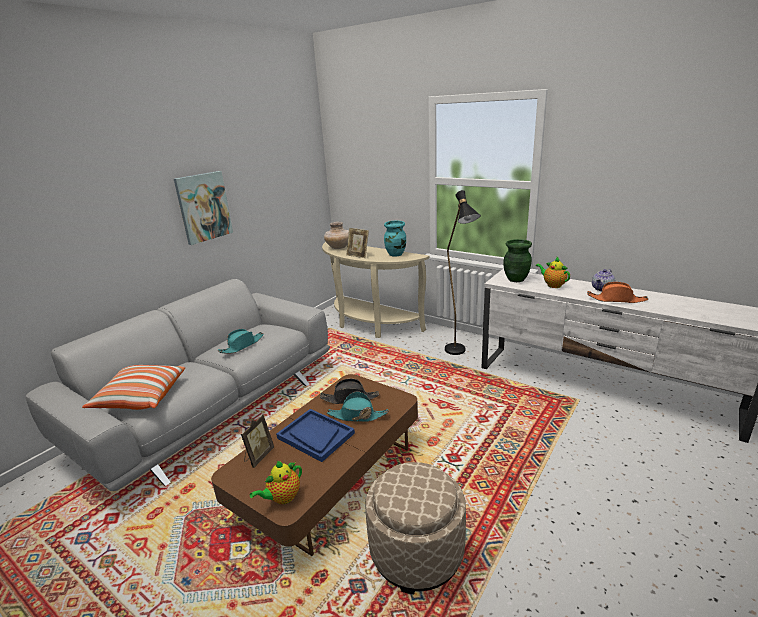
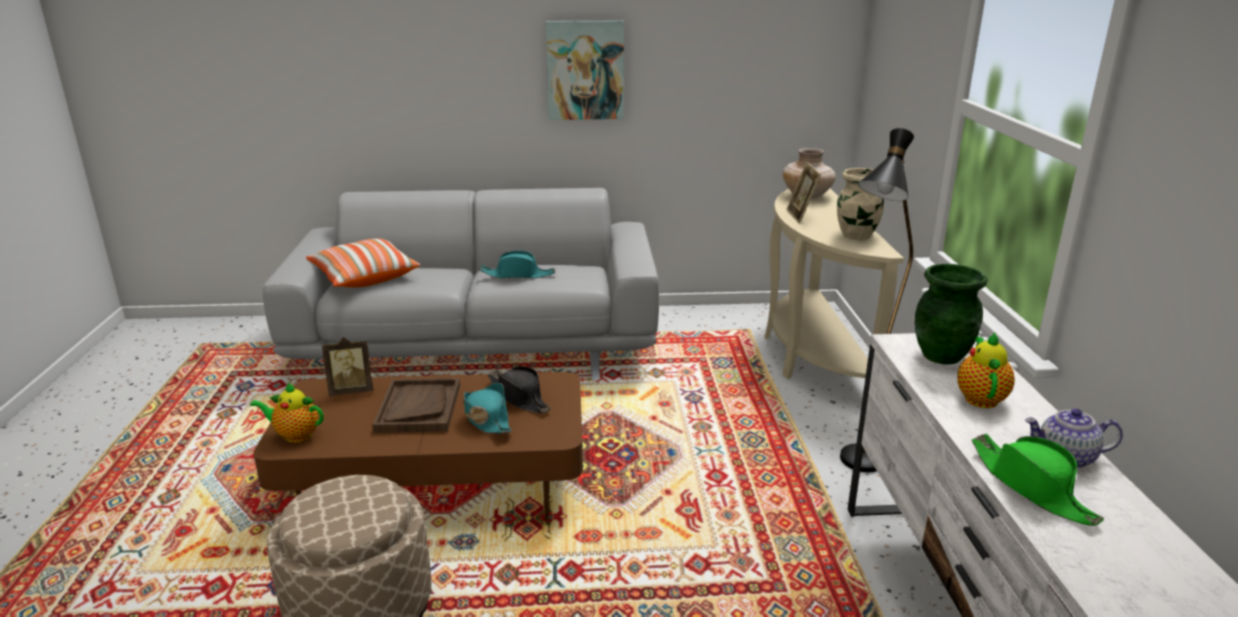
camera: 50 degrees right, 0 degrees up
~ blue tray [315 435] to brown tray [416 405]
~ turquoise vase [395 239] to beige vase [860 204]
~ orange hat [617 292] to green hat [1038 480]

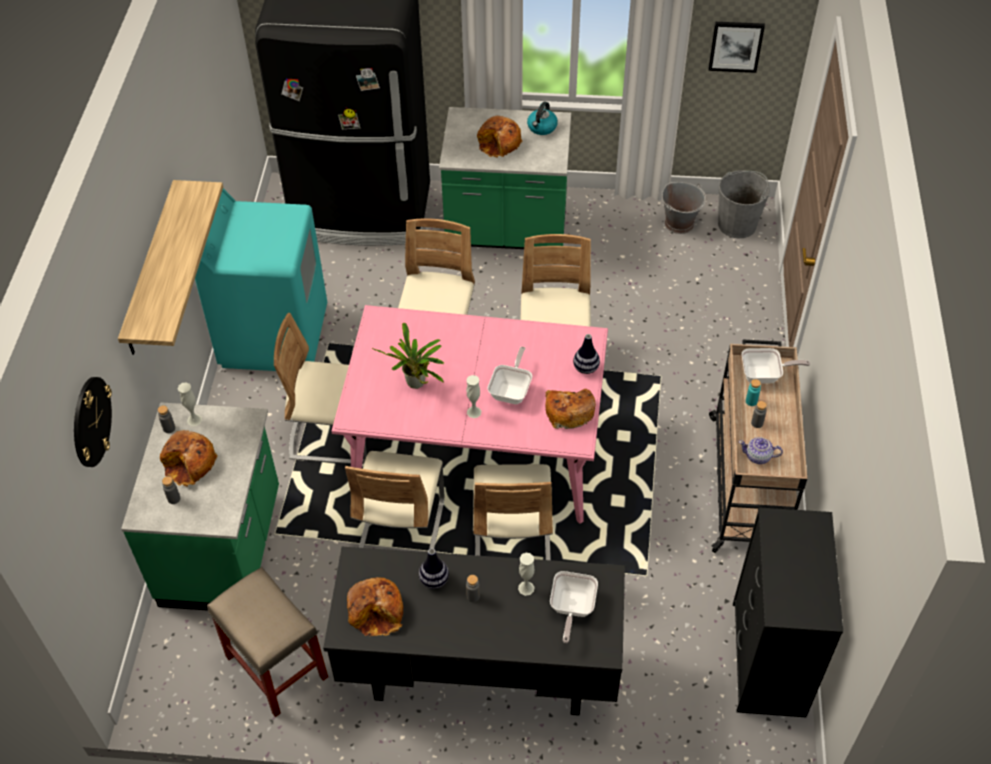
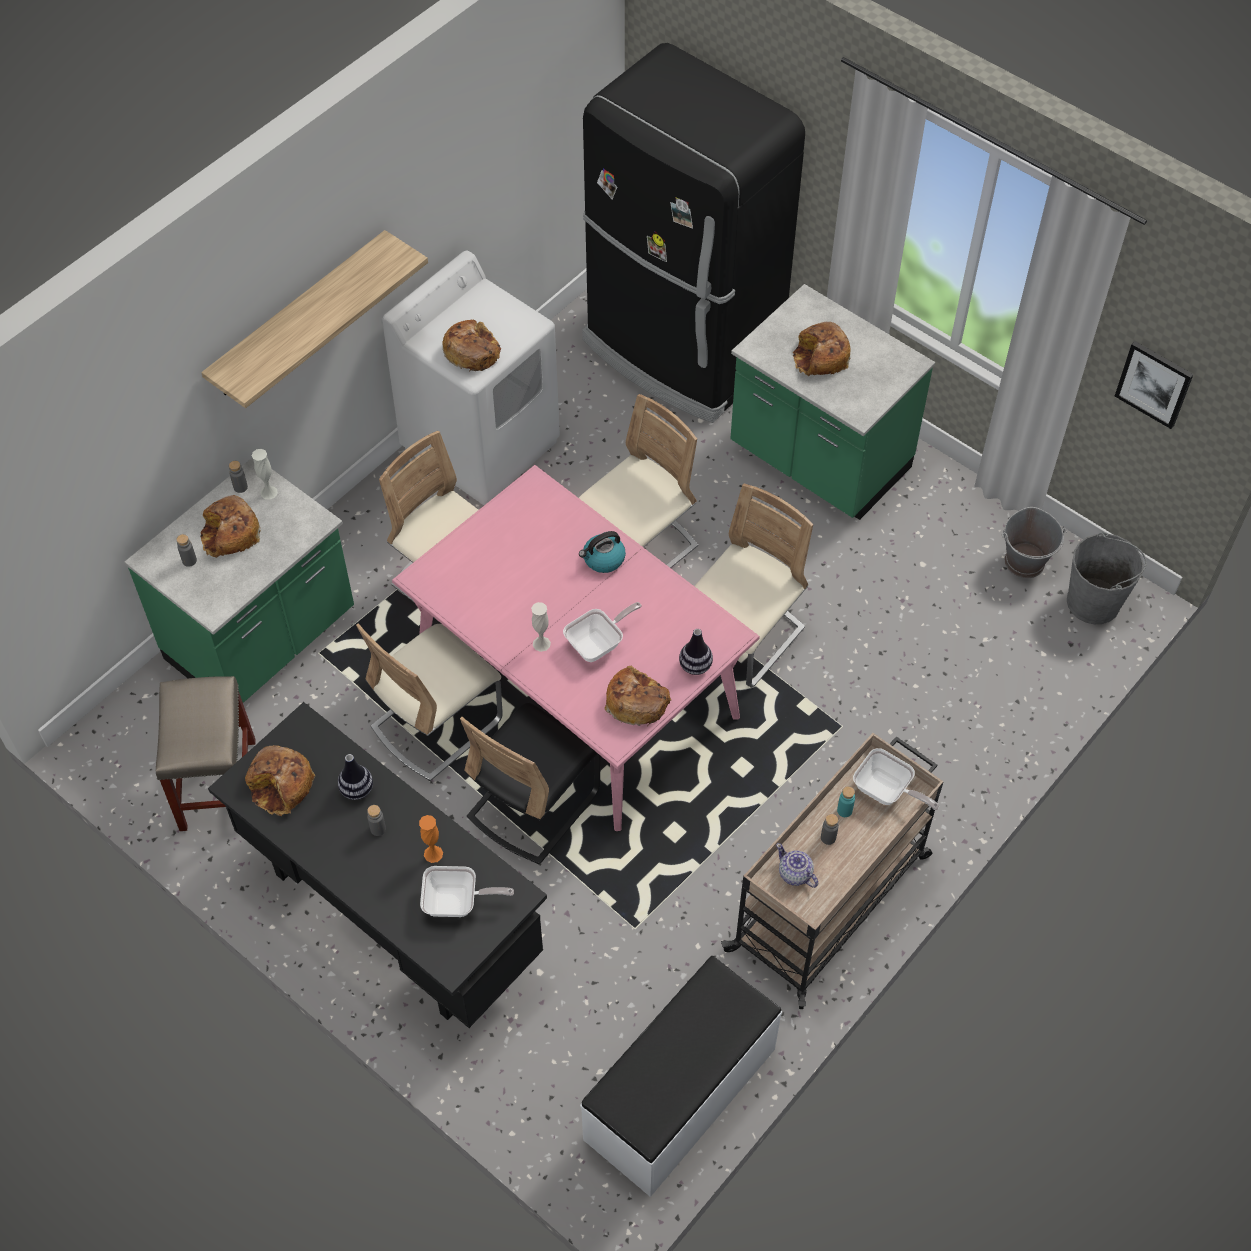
camera: 35 degrees right, 5 degrees up
- wall clock [93 422]
~ turquoise washing machine [261 279] to white washing machine [471 377]
- potted plant [408 356]
~ beige chair [513 512] to black chair [530 783]
~ white vase [526 574] to orange vase [431 839]
~ kettle [542 118] to [602 552]
~ frying pan [574 607] = [467 891] 135 degrees counterclockwise
~ black dresser [788 612] to white bench [681 1076]
+ bread [471 346]

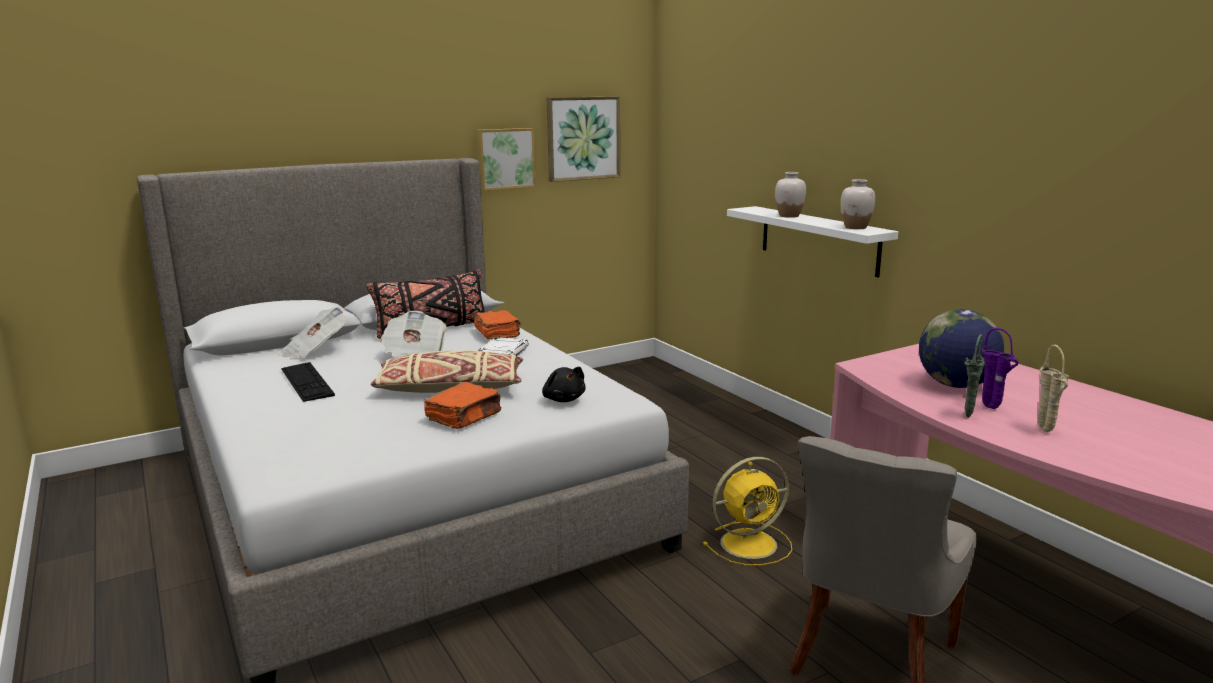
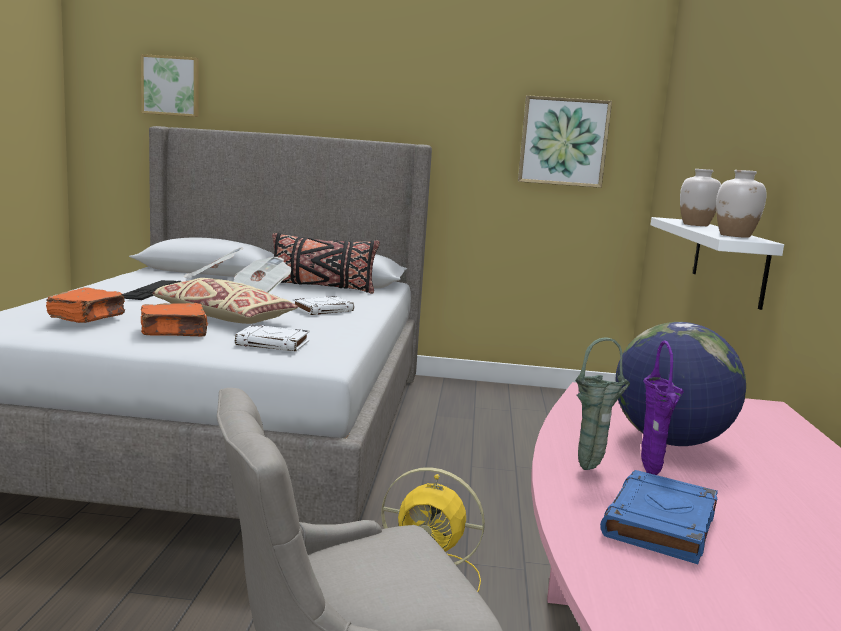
camera: 35 degrees right, 5 degrees down
~ orange book [497 325] to [85 305]
~ picture [506 159] to [170 85]
~ black plush toy [564 384] to white book [272 338]
~ beige vase [1054 388] to blue book [659 517]

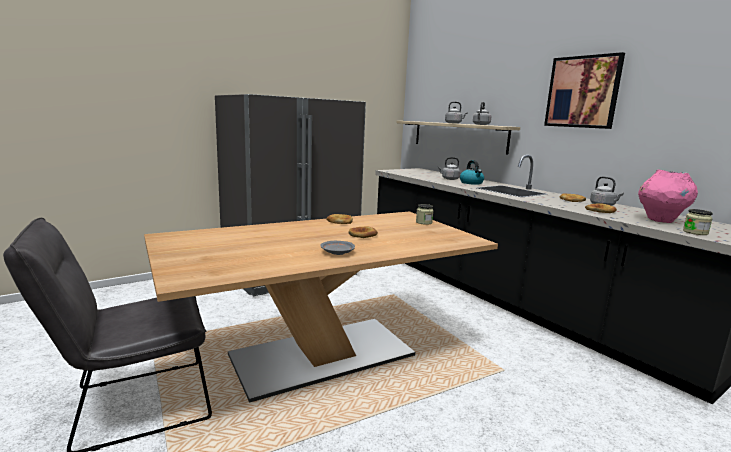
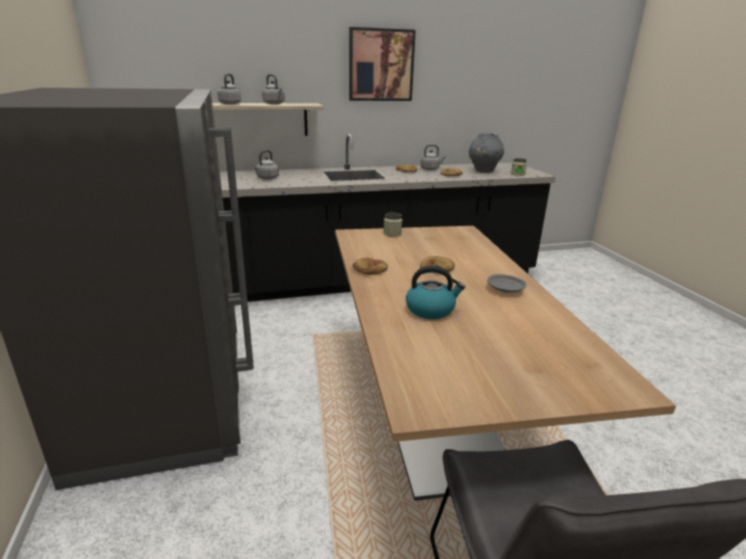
camera: 70 degrees left, 10 degrees up
~ kettle [472 172] to [435 292]
~ pink vase [668 196] to grey vase [486 153]

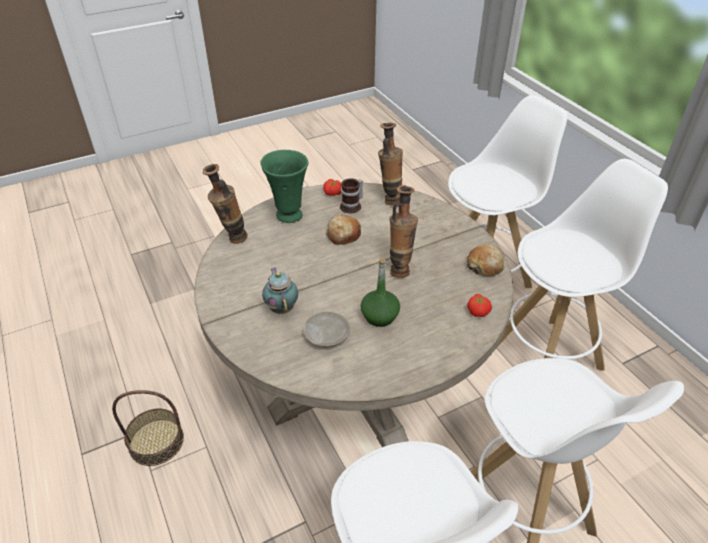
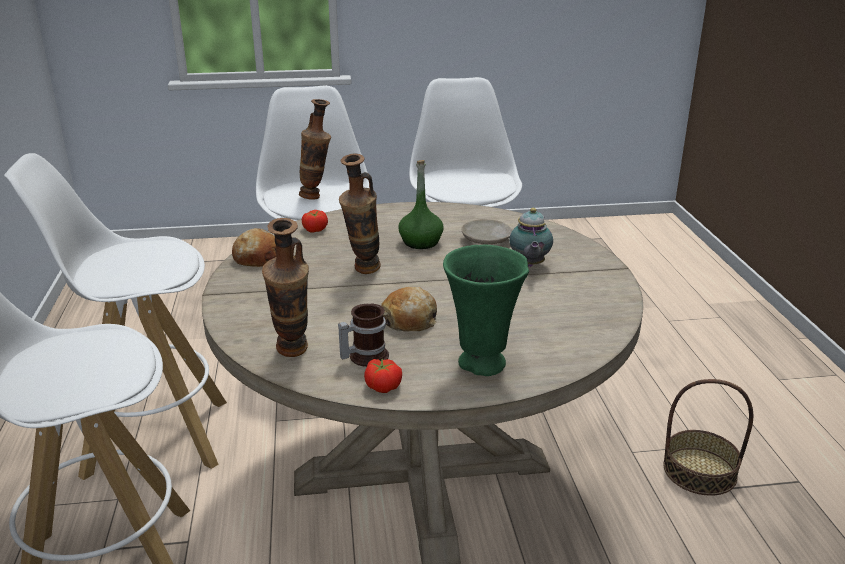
camera: 160 degrees left, 15 degrees down
~ vase [225 204] to [315 149]

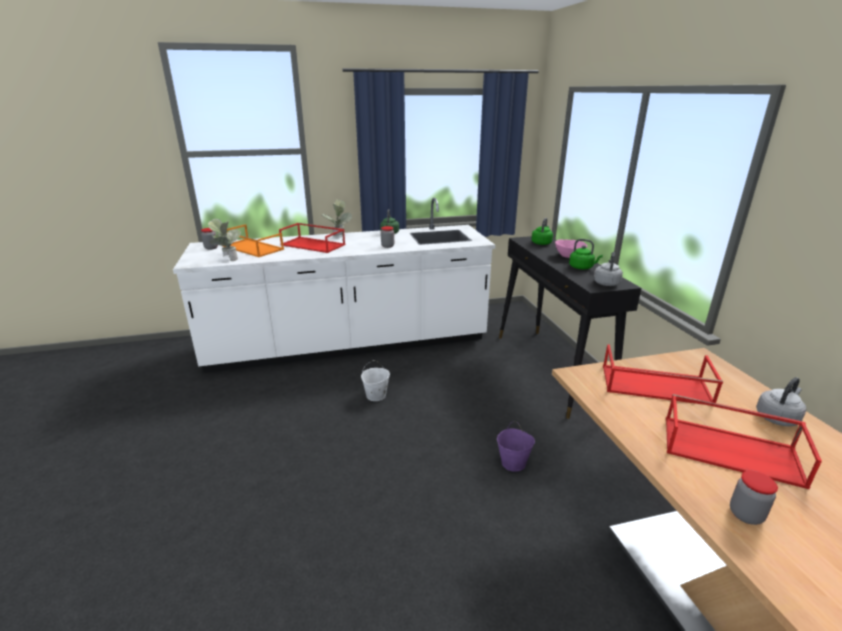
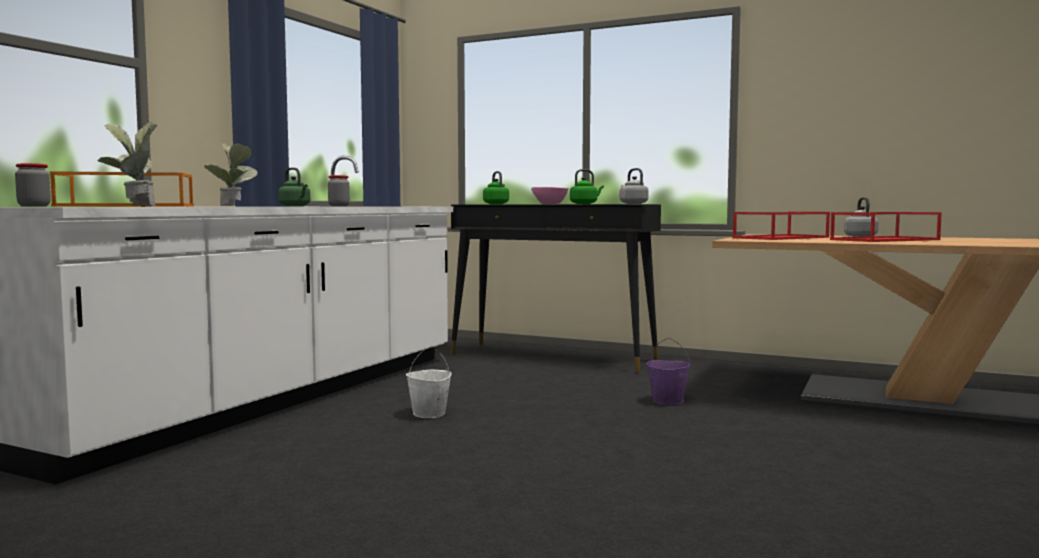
camera: 50 degrees left, 20 degrees down
- red tray [312 238]
- jar [754 497]

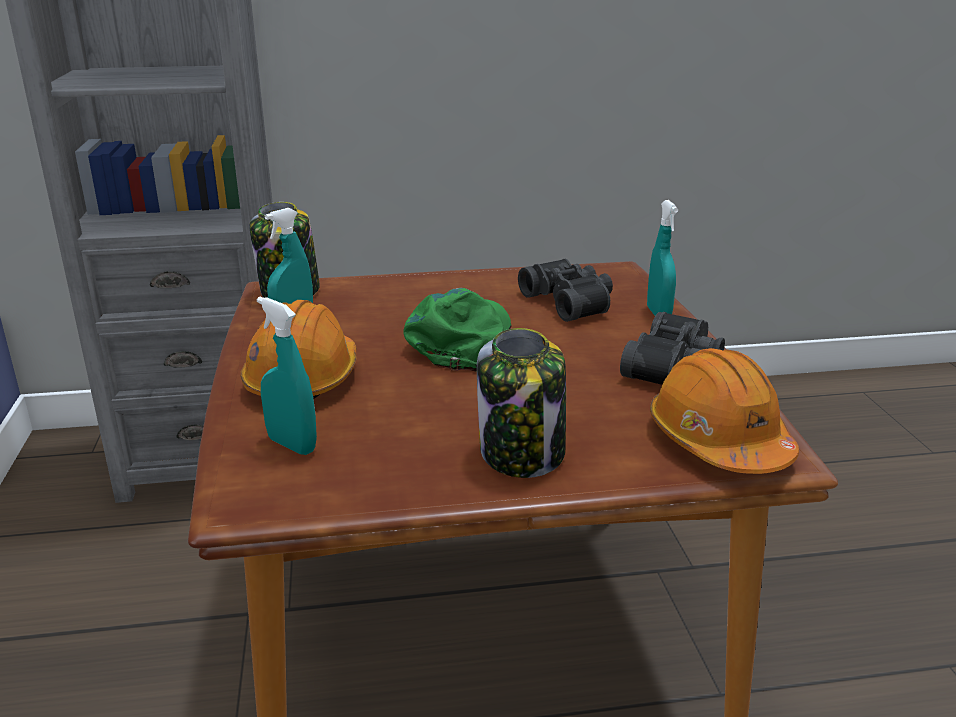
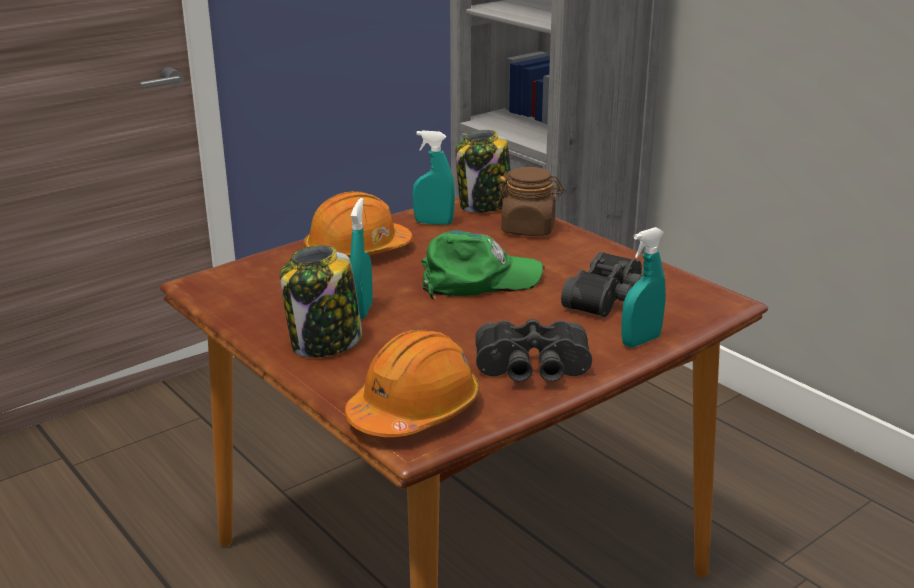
camera: 60 degrees right, 0 degrees up
~ turquoise spray bottle [287 376] to [361 258]
+ brown jar [530 201]

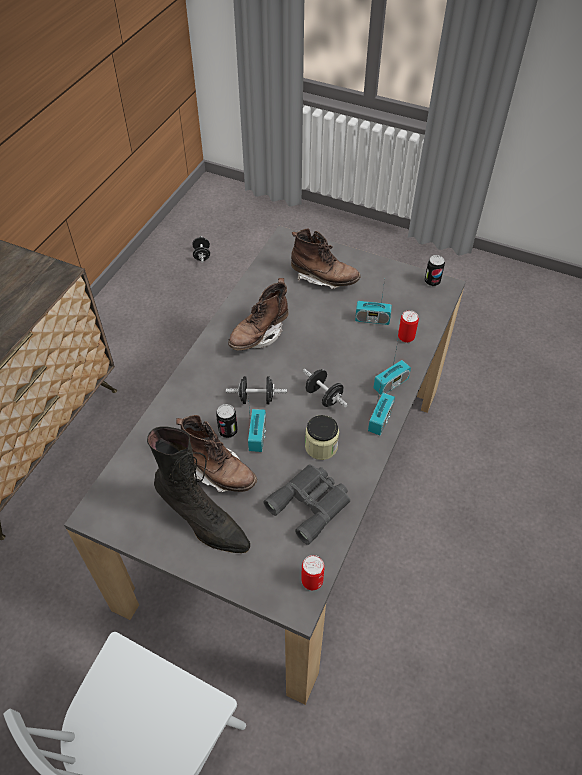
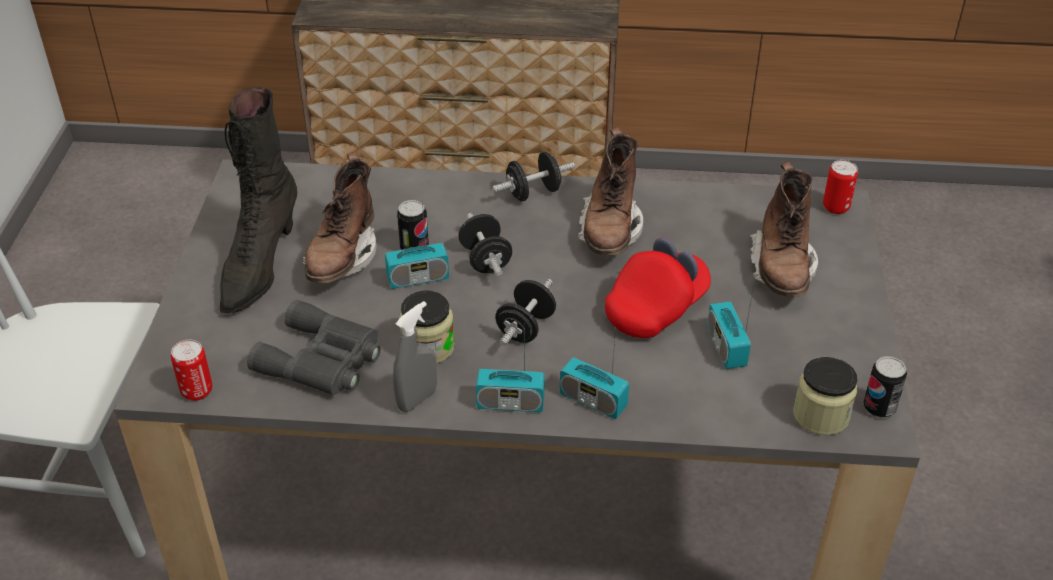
camera: 70 degrees right, 10 degrees down
~ black dumbbell [201 249] to [533 176]
~ brown boot [258 314] = [610 191] 105 degrees counterclockwise
~ can [408 326] to [840 187]
+ grey spray bottle [415 356]
+ red cap [658 288]
+ jar [825 396]

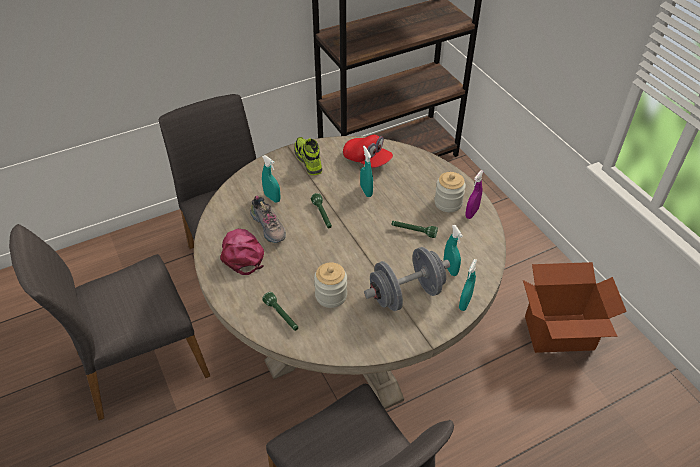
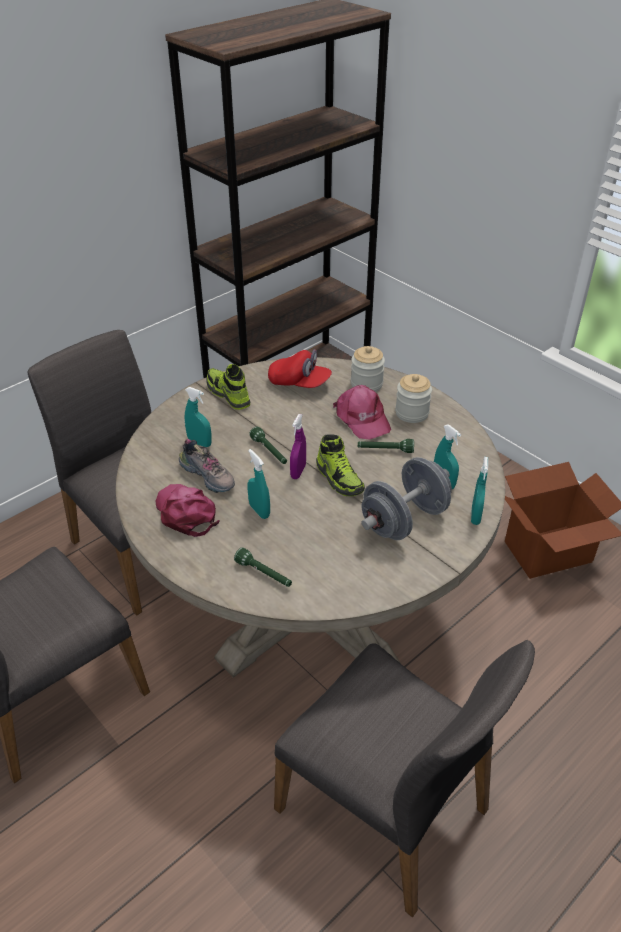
camera: 15 degrees left, 5 degrees down
~ jar [330 285] to [368 369]
~ turquoise spray bottle [366 171] to [258 484]
~ purple spray bottle [474 194] to [298 446]
+ shoe [340 465]
+ pink cap [362 412]

